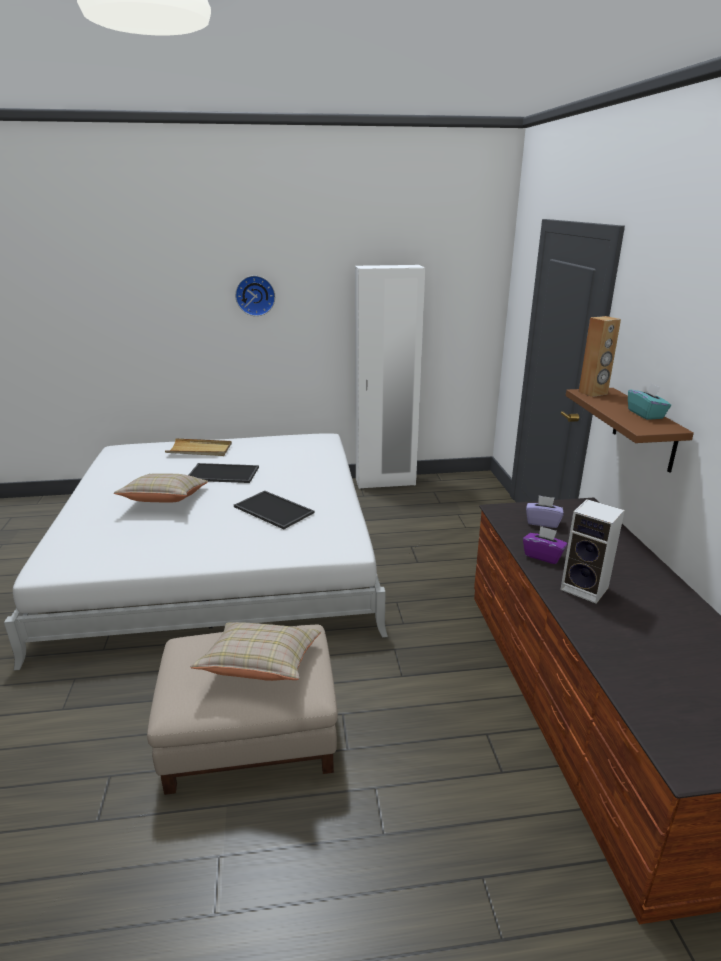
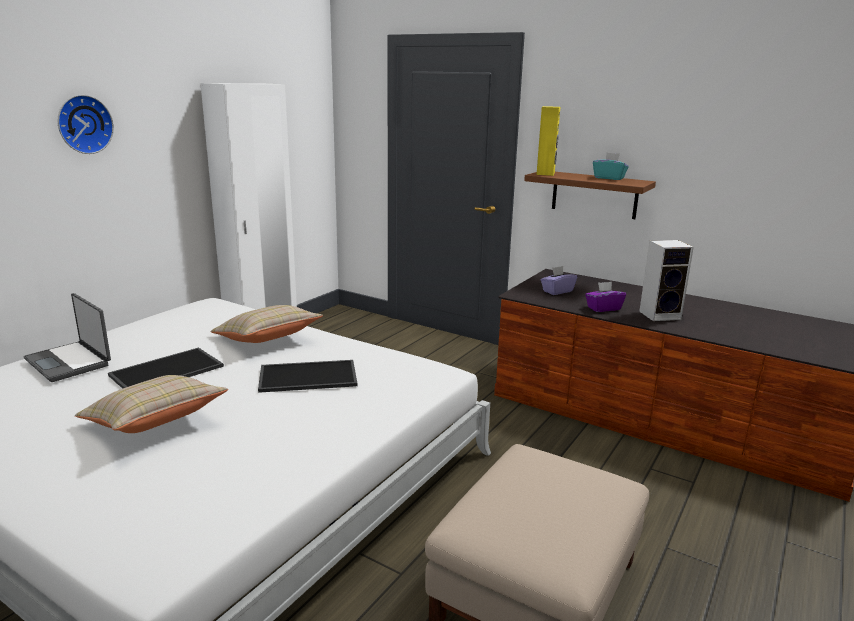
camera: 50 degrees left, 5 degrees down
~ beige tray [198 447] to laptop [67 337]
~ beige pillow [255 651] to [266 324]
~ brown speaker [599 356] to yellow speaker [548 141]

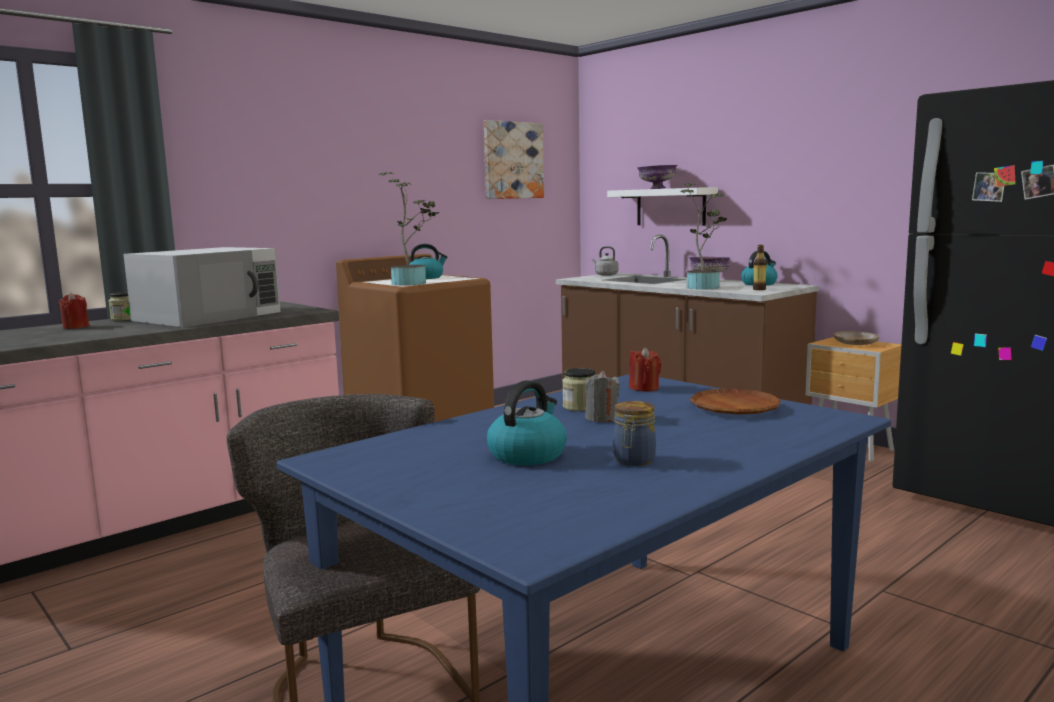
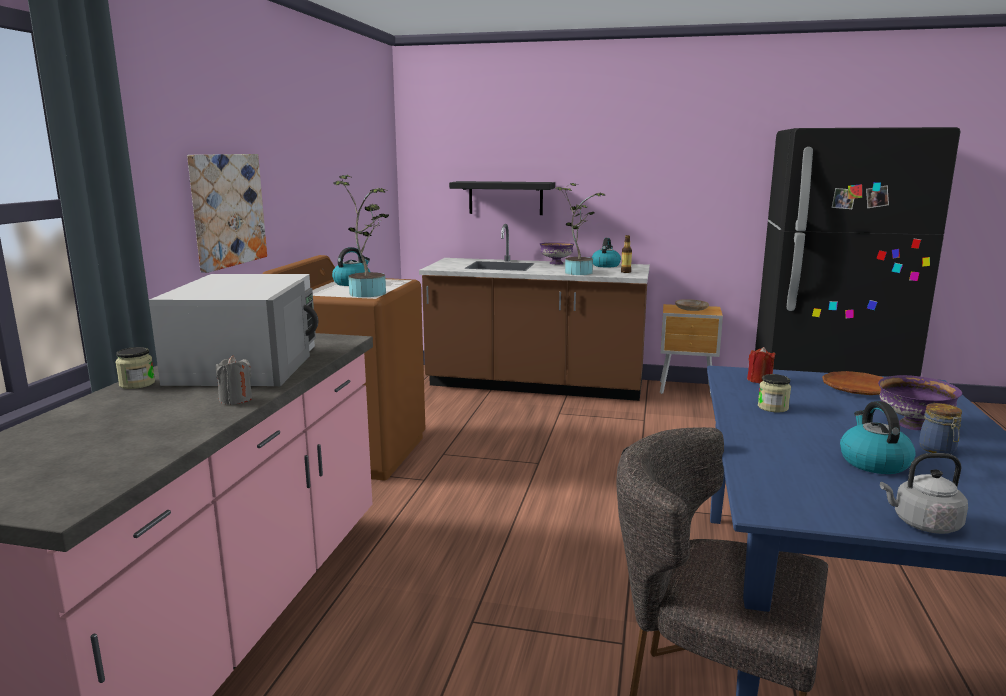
camera: 35 degrees left, 5 degrees up
- red candle [74 311]
~ picture [514 159] to [227 213]
~ grey candle [602 396] to [234 380]
~ grey kettle [605 261] to [924 493]
~ white shelf [662 206] to black shelf [502 198]
~ purple bowl [657 177] to [920 402]

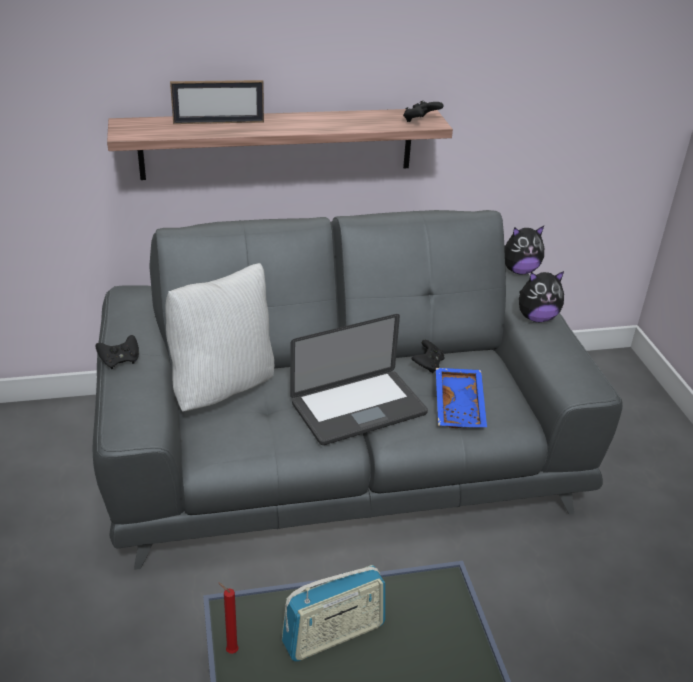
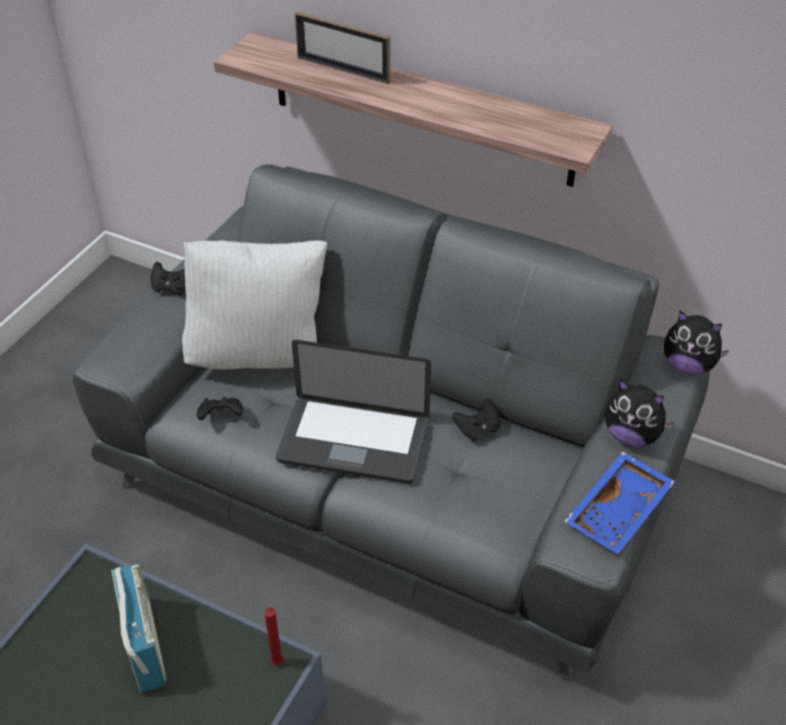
camera: 40 degrees right, 10 degrees up
~ red candle [228 618] to [273 632]
~ radio [333 613] = [139 628] 120 degrees counterclockwise
~ black game controller [423 111] to [220 408]
~ blue tray [461 398] to [619 502]

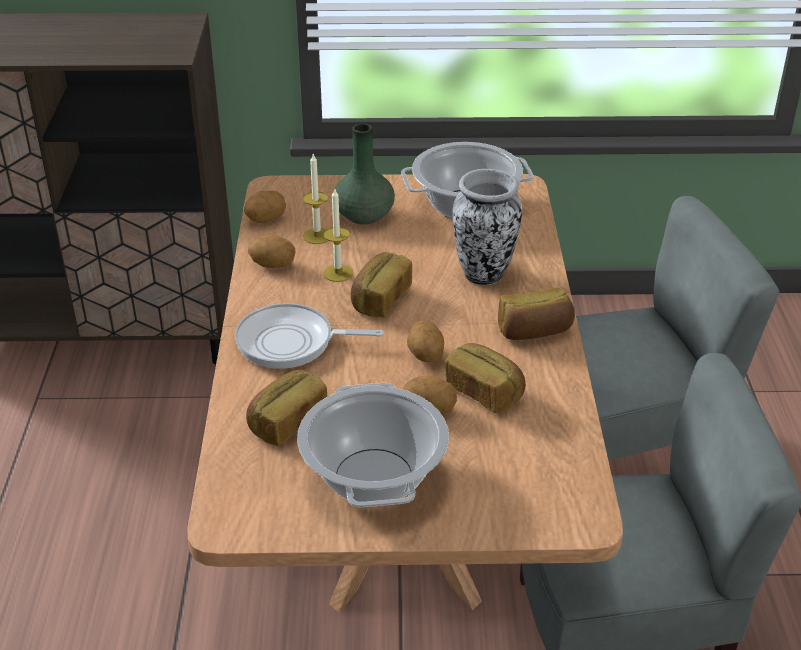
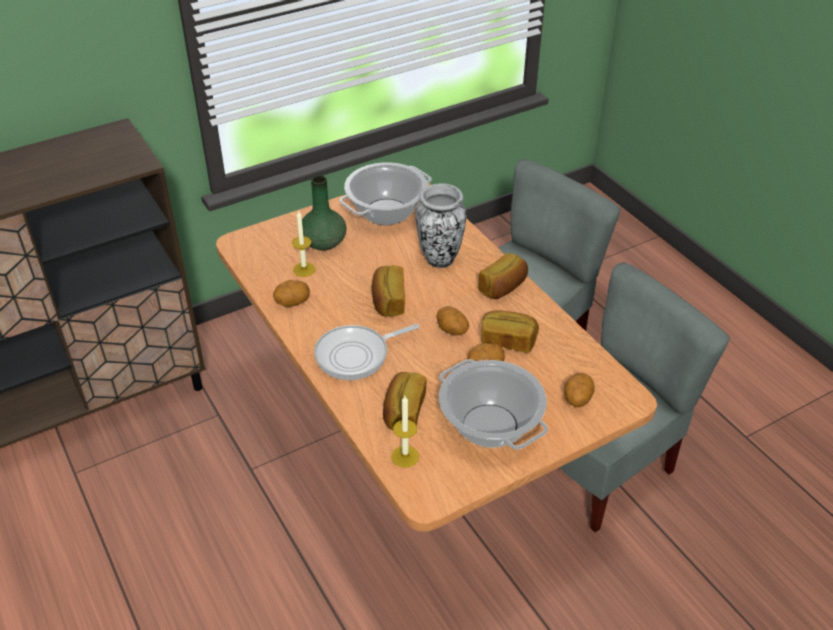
camera: 30 degrees left, 5 degrees up
~ potato [265 207] to [579 389]
~ candle [338 235] to [405 432]

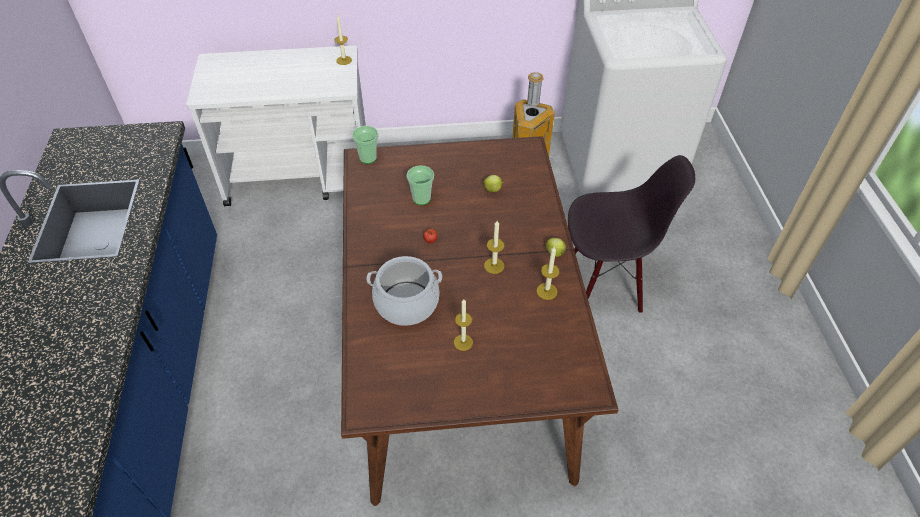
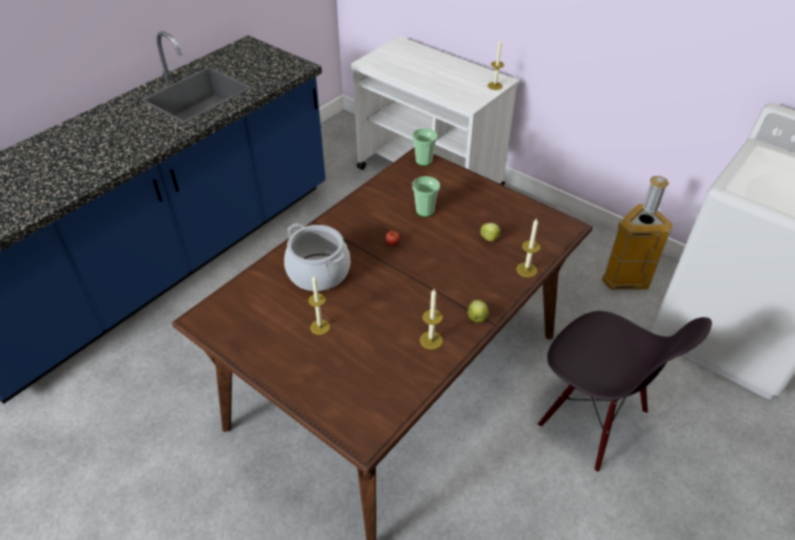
camera: 45 degrees right, 5 degrees down
~ candle [494 247] to [528 248]

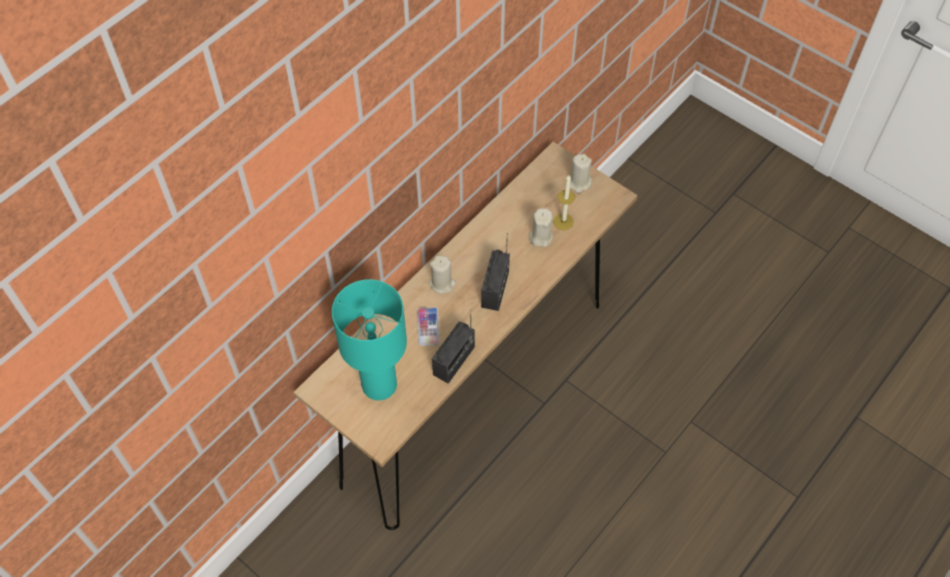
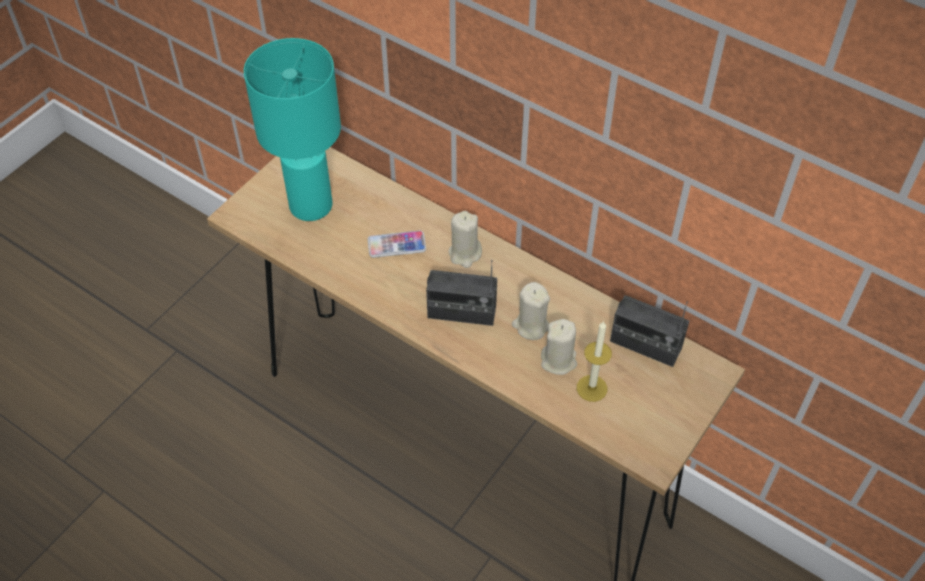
camera: 85 degrees right, 5 degrees down
~ radio [453 347] to [649 331]
~ beige candle [581 173] to [531 311]

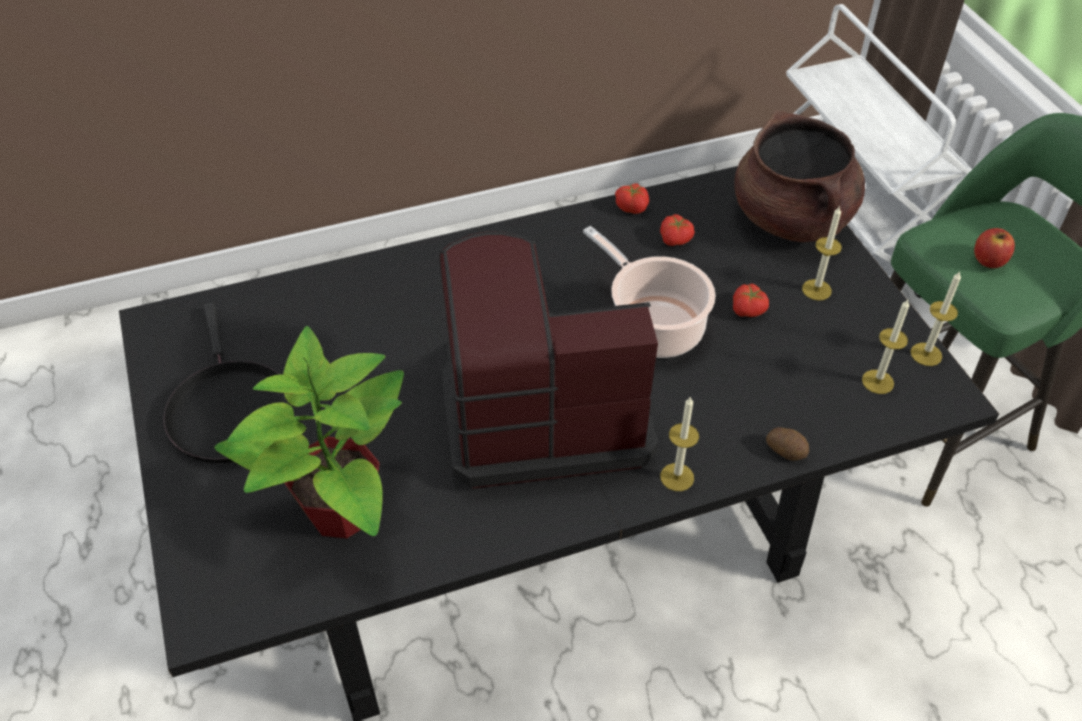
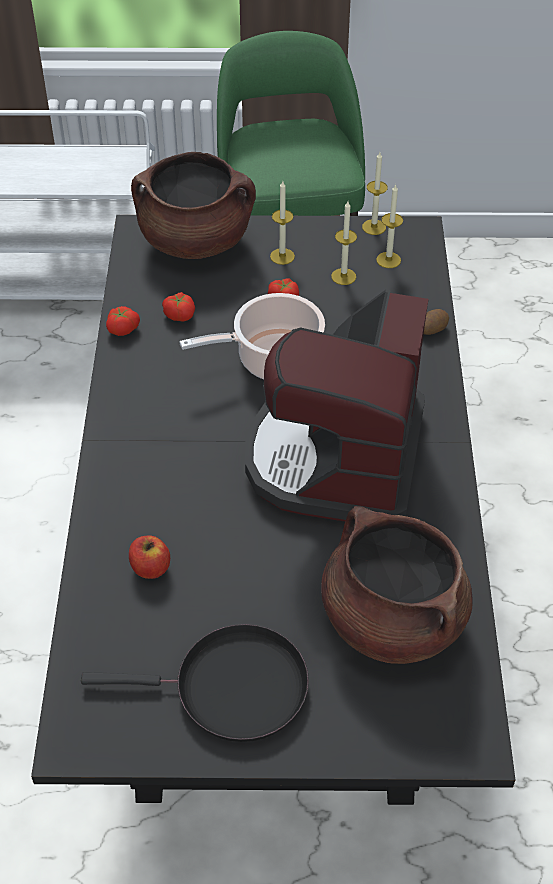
camera: 70 degrees left, 0 degrees up
~ potted plant [309 432] to brown cooking pot [397 585]
~ candle [679 443] to [344 243]
~ apple [994 248] to [149 557]

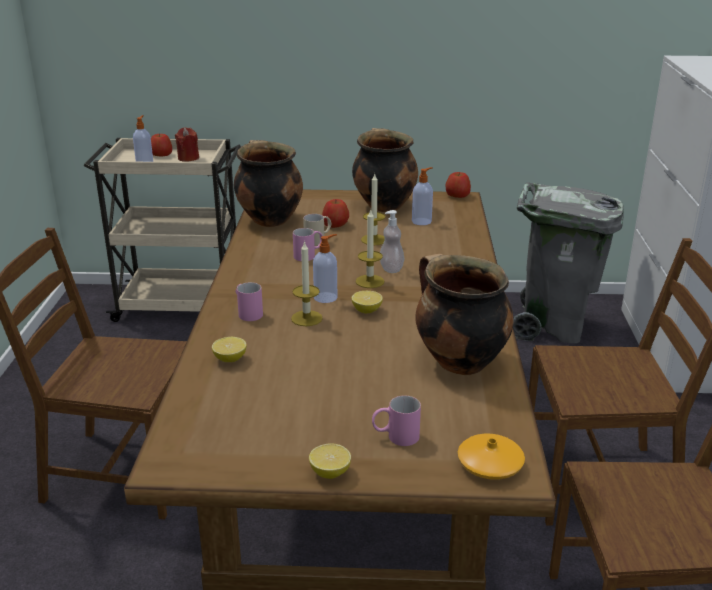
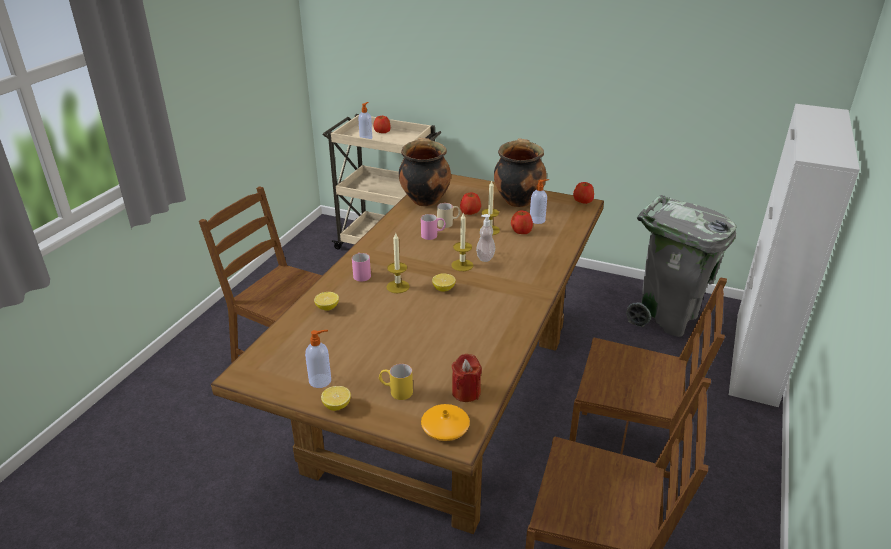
camera: 20 degrees right, 5 degrees up
~ red candle [187 144] to [467 378]
~ soap dispenser [325 268] to [318 359]
~ pink mug [396 421] to yellow mug [396 382]
- cooking pot [464 314]
+ apple [522 222]

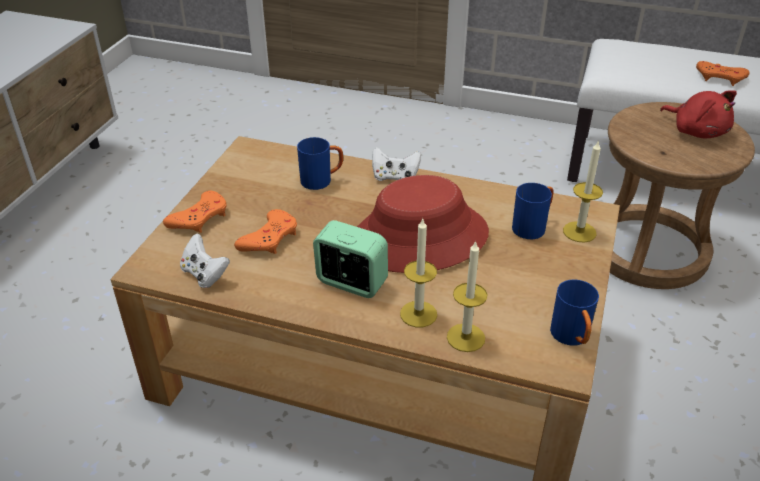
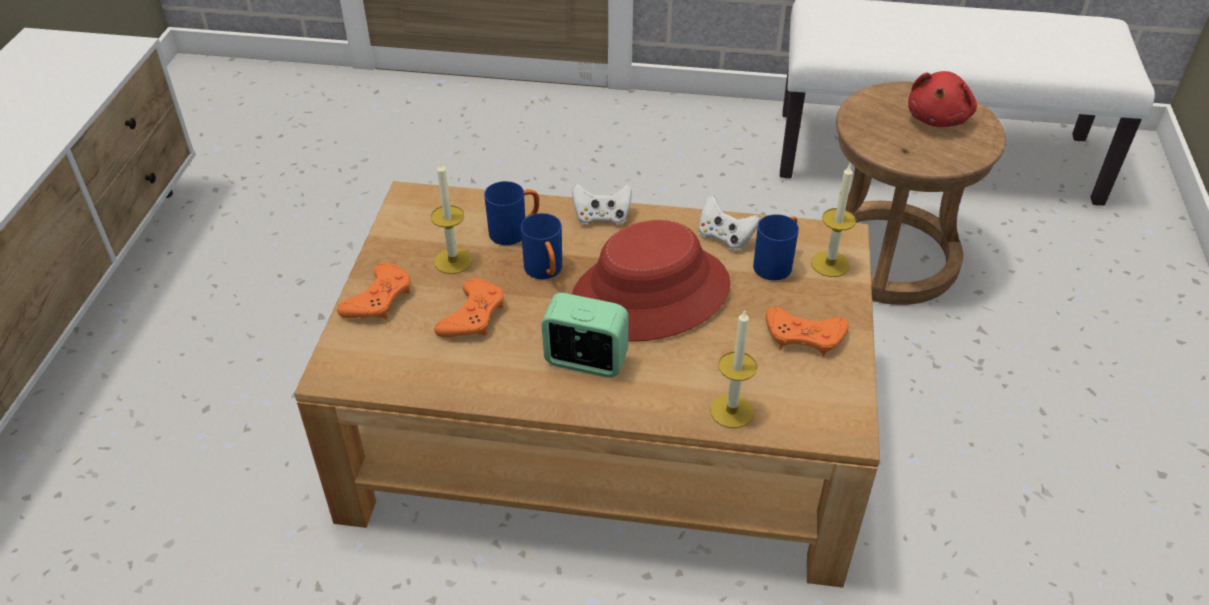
camera: 10 degrees left, 5 degrees up
~ white game controller [205 261] to [729 222]
~ candle [418 273] to [451 217]
~ blue mug [574 312] to [541 246]
~ red plush toy [698 114] = [942 99] 75 degrees clockwise
~ orange game controller [723 73] to [807 332]

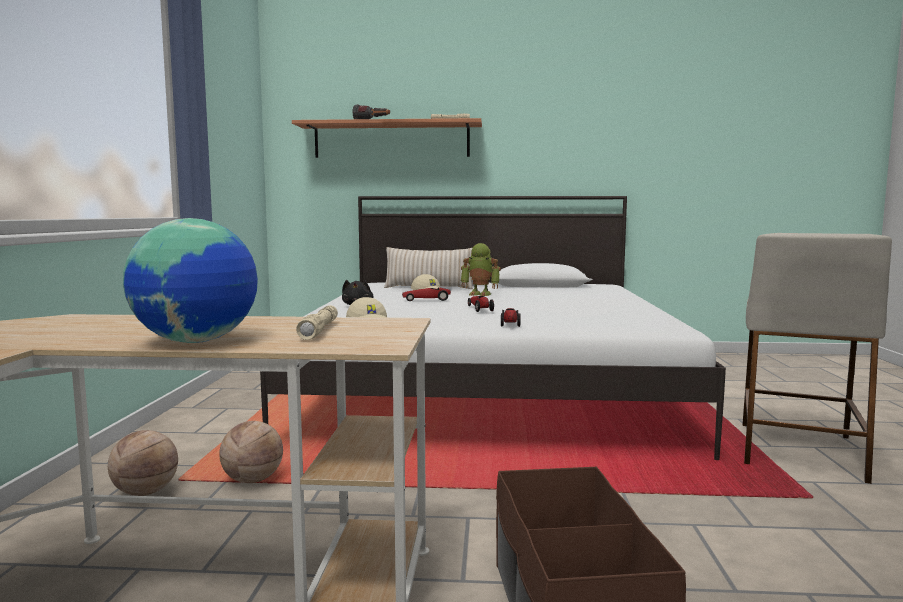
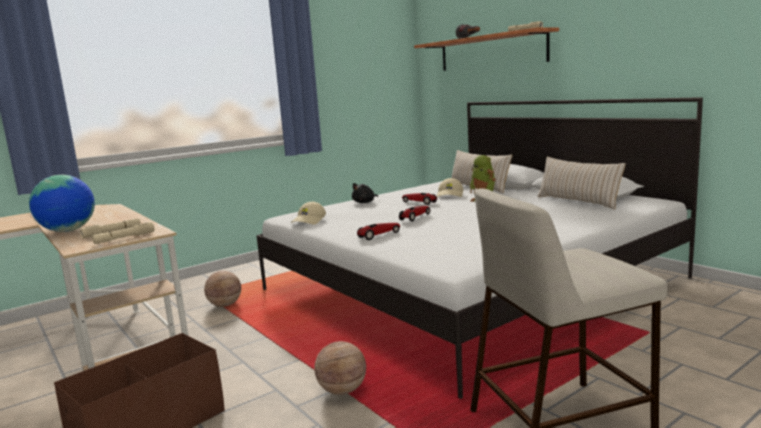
camera: 50 degrees right, 5 degrees up
~ basketball [143 463] to [340 368]
+ beige flashlight [123 233]
+ beige pillow [581 183]

